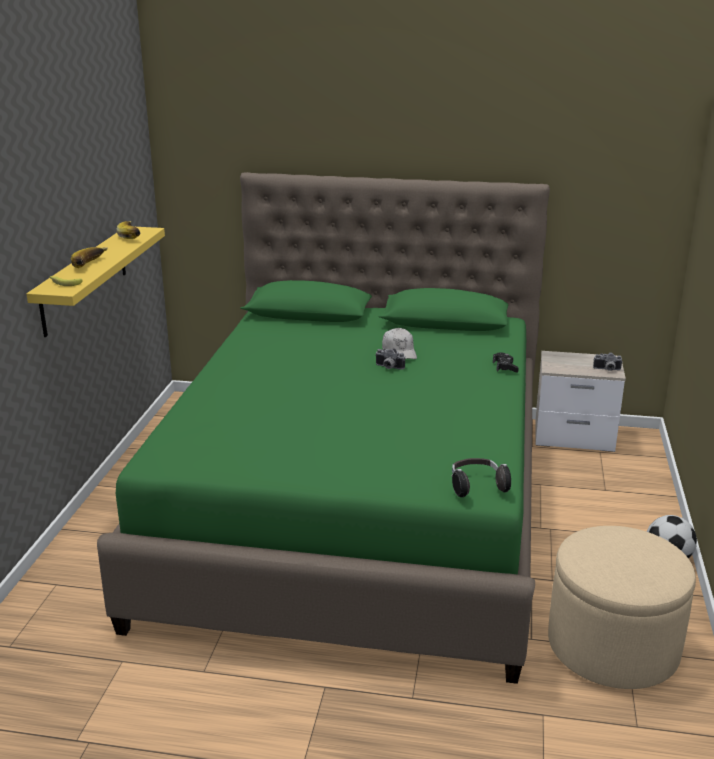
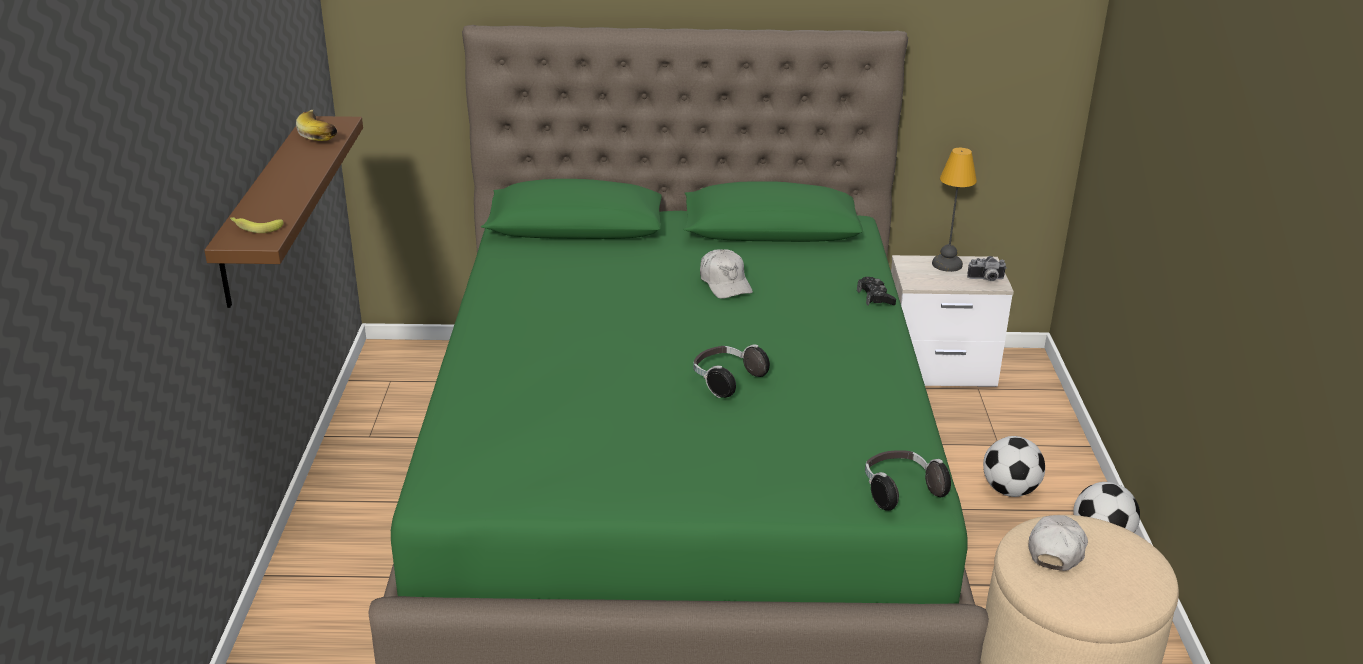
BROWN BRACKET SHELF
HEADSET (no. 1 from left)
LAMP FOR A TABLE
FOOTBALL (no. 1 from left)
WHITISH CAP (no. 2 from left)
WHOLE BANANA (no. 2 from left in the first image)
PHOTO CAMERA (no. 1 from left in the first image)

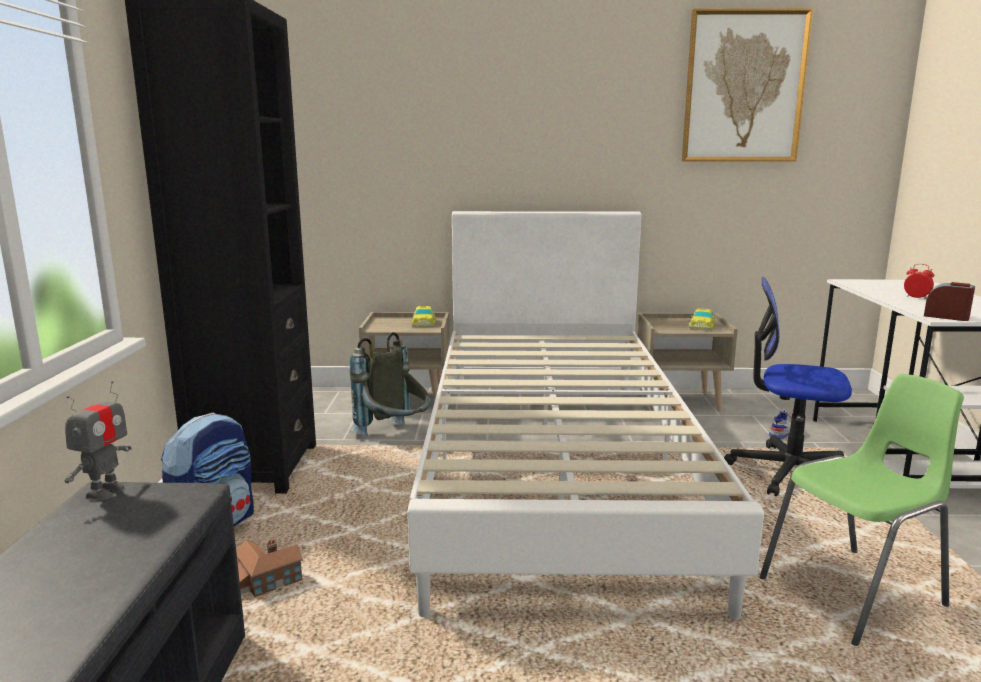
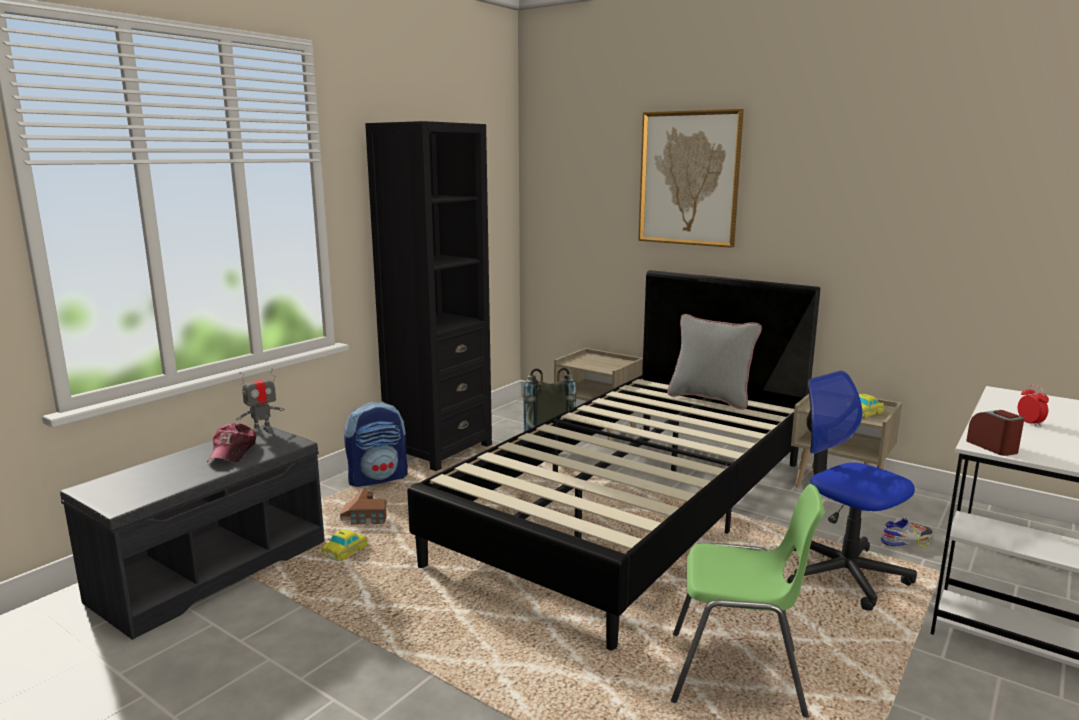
CAP
MINIATURE CAR (no. 1 from left)
BLACK-COLOURED BEDROOM BED
WALL ART
GREY THROW PILLOW

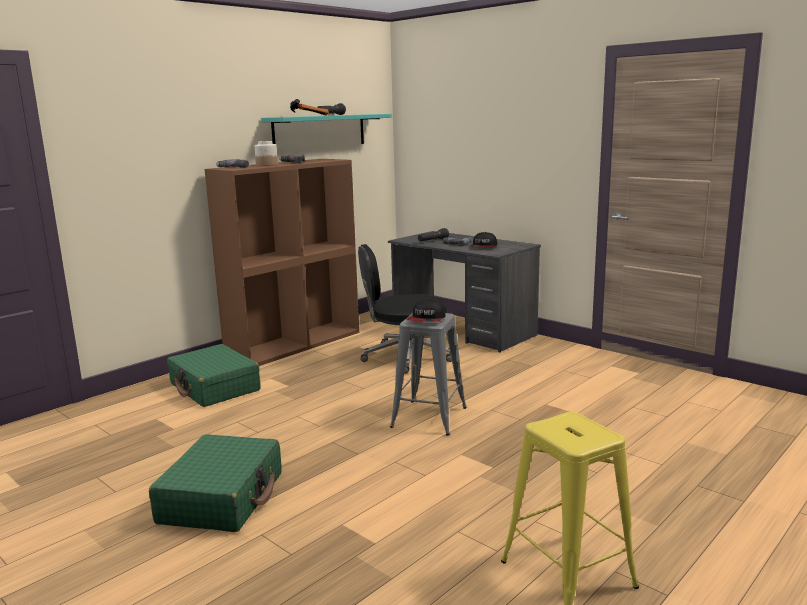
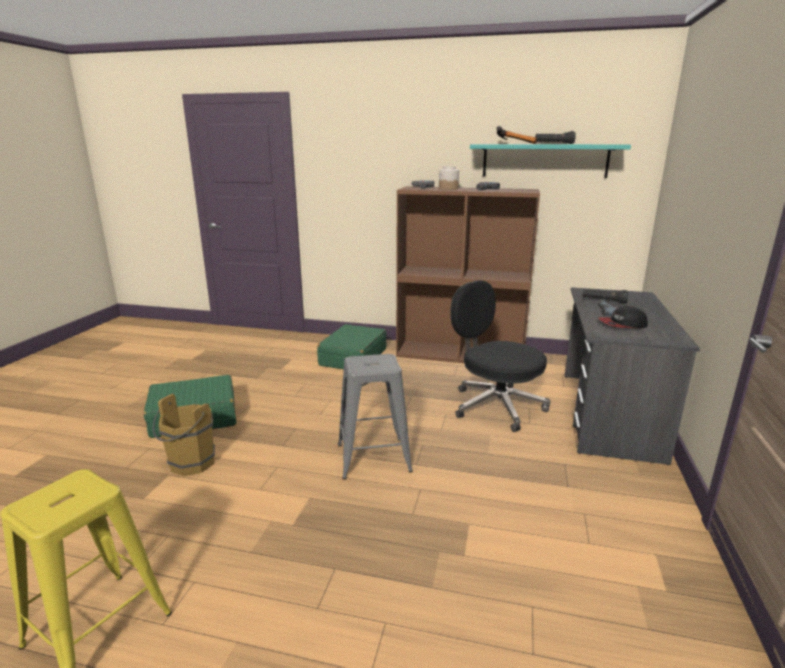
BROWN WATER BUCKET
CAP (no. 1 from left in the first image)

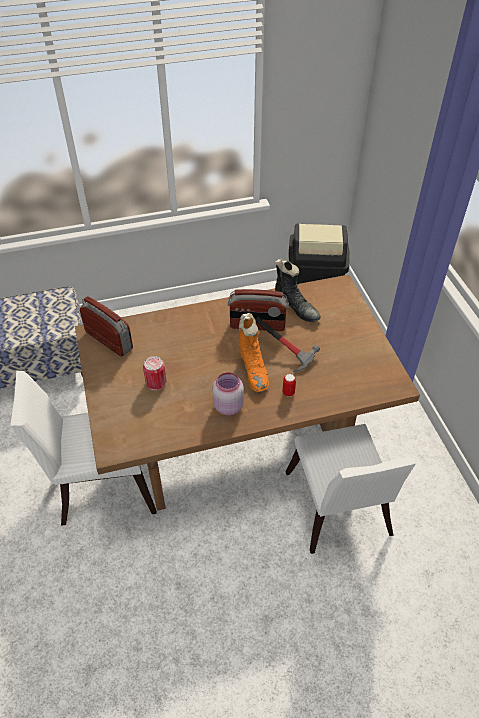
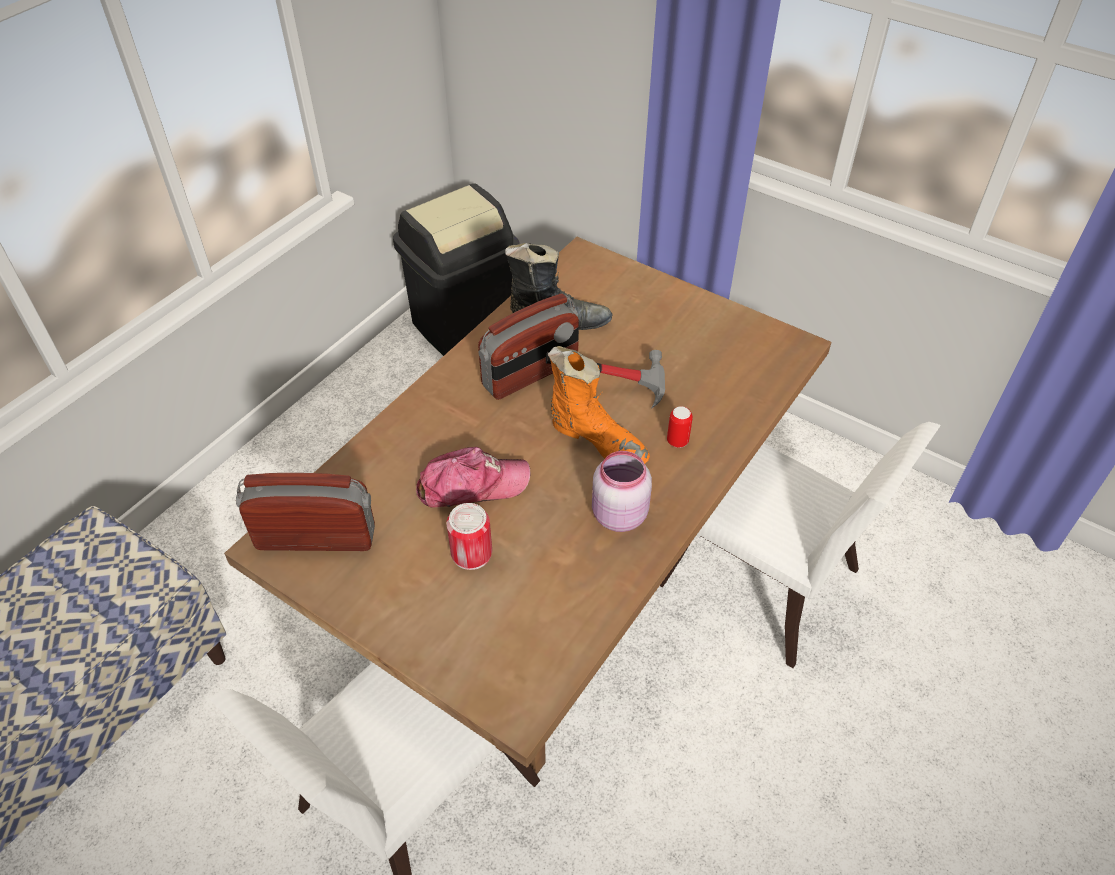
CAP

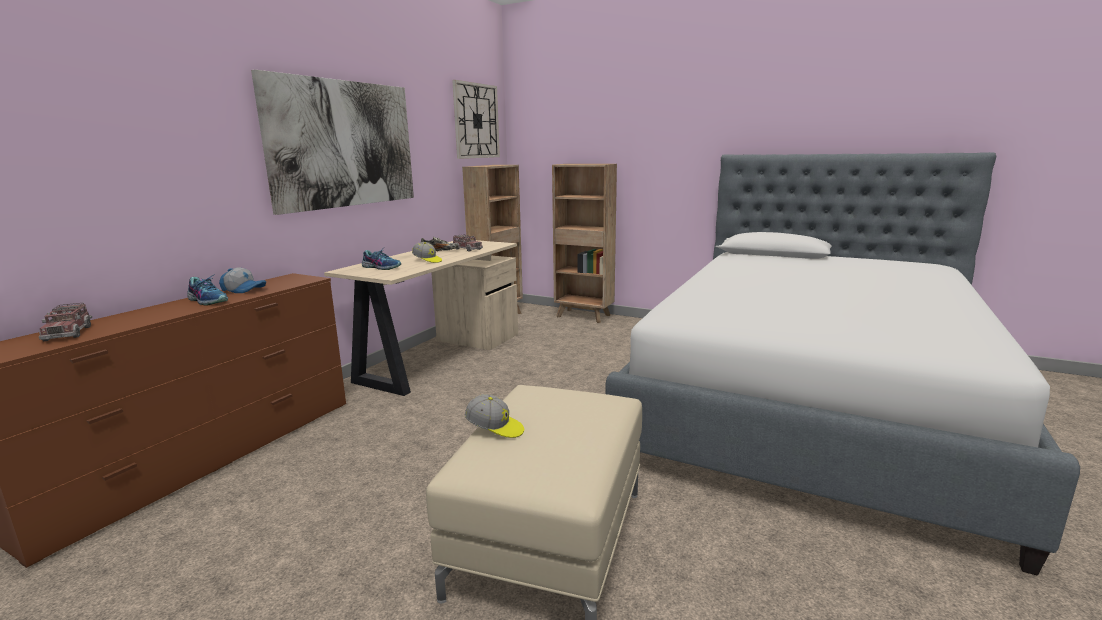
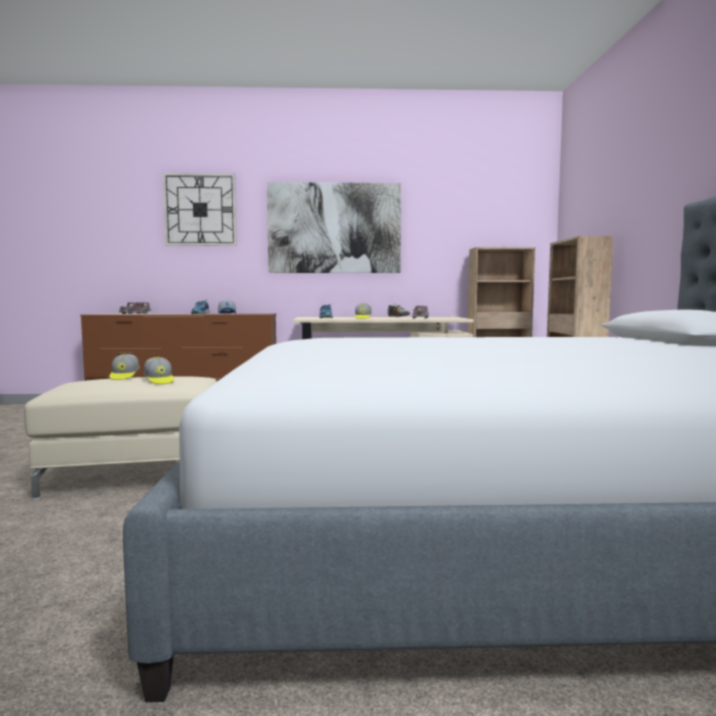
CAP (no. 2 from left)
WALL CLOCK

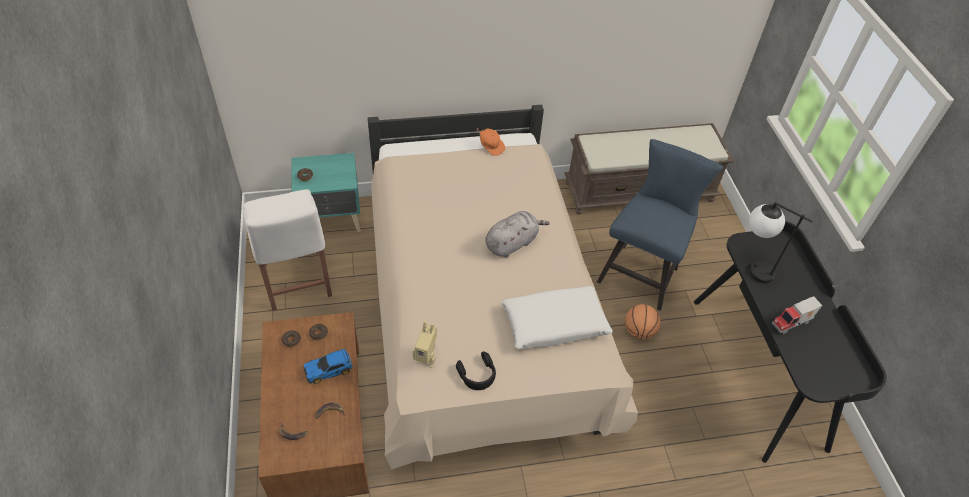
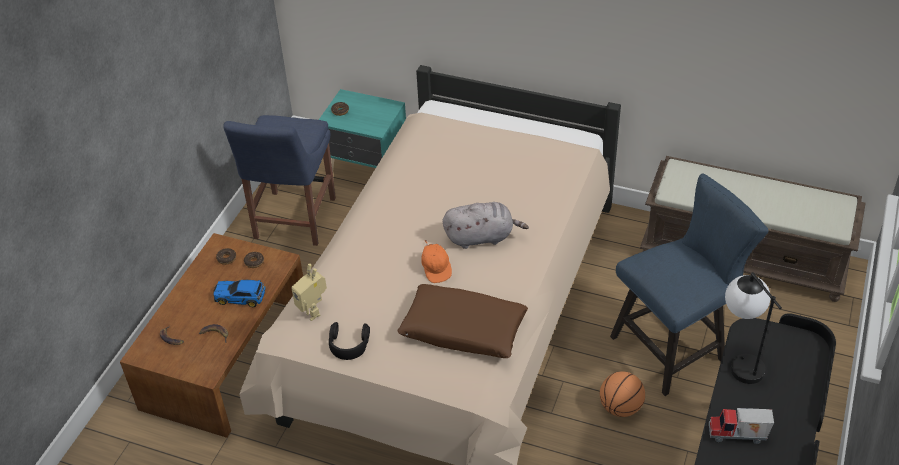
BLUE-COLOURED UPRIGHT CHAIR (no. 1 from left)
BROWN THROW PILLOW
ORANGE-COLOURED CAP

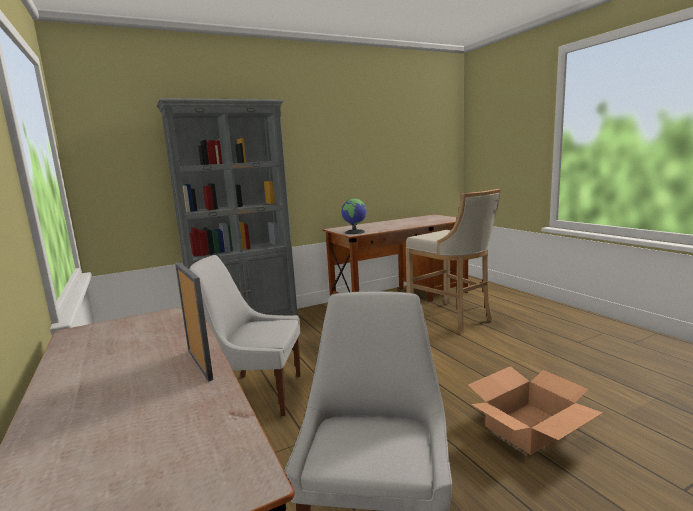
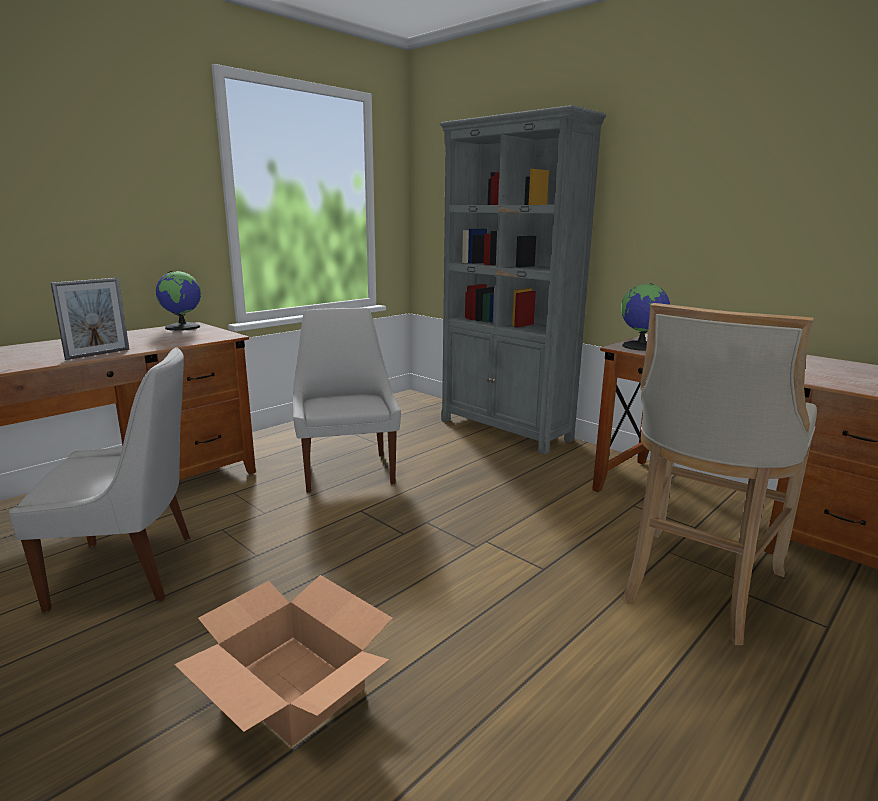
WORLD GLOBE (no. 1 from left)

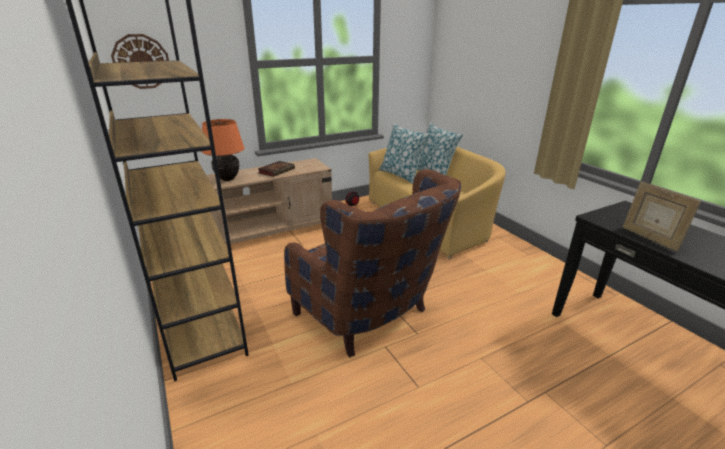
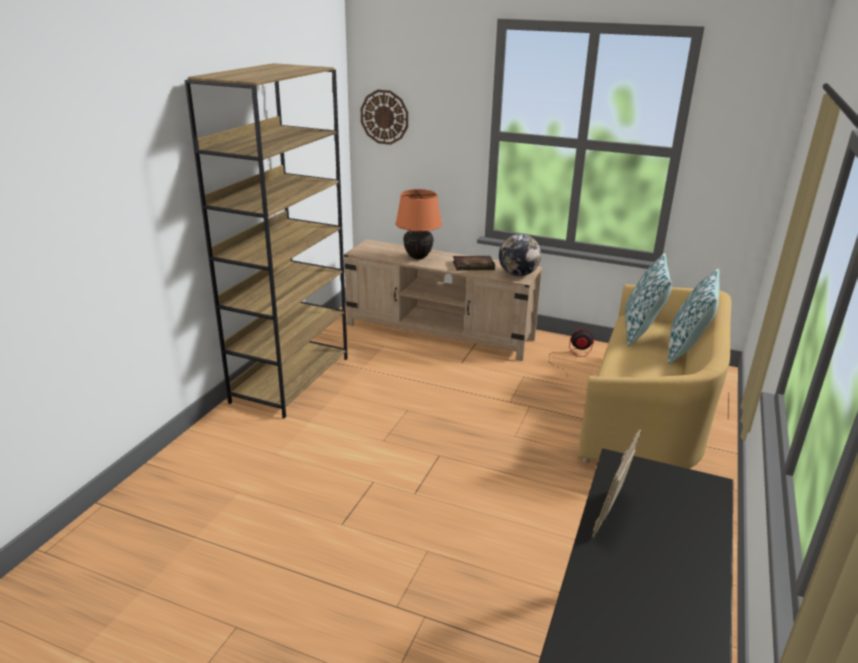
WORLD GLOBE
BROWN EASY CHAIR

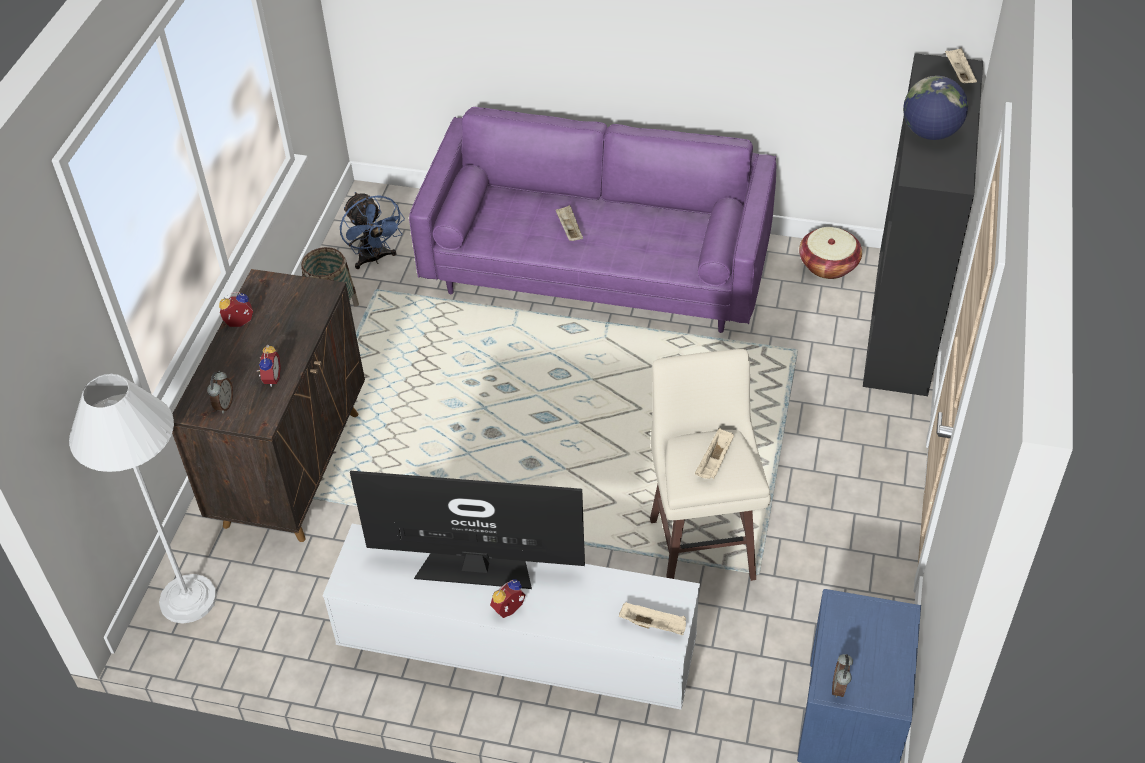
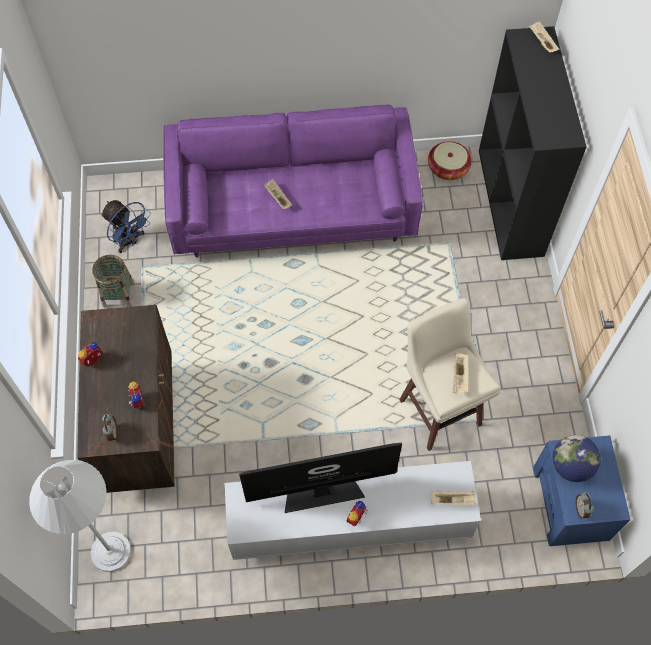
WORLD GLOBE

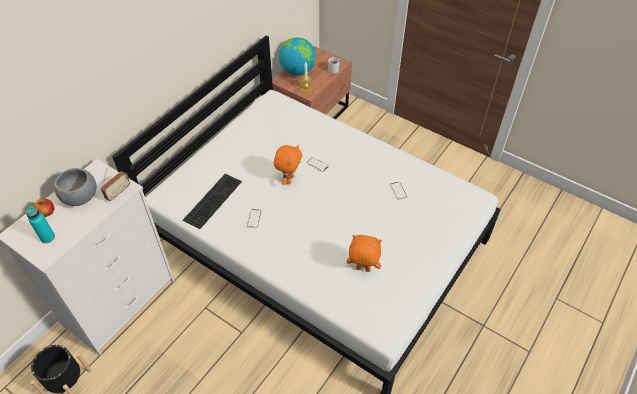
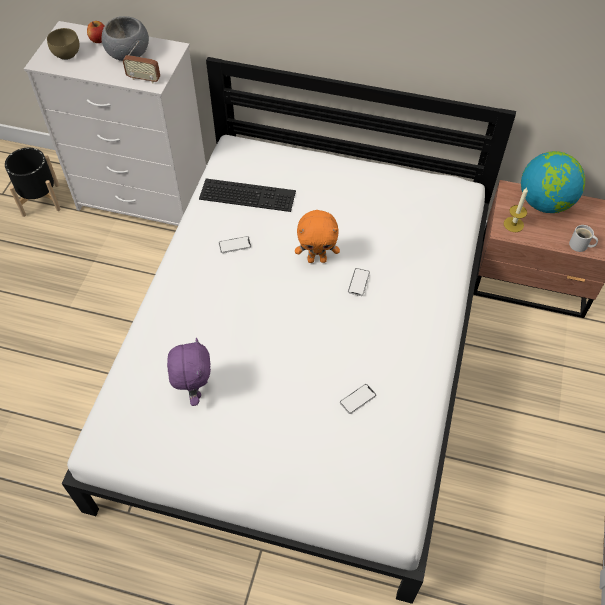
BROWN DEEP DISH
PURPLE-COLOURED SOFT TOY

